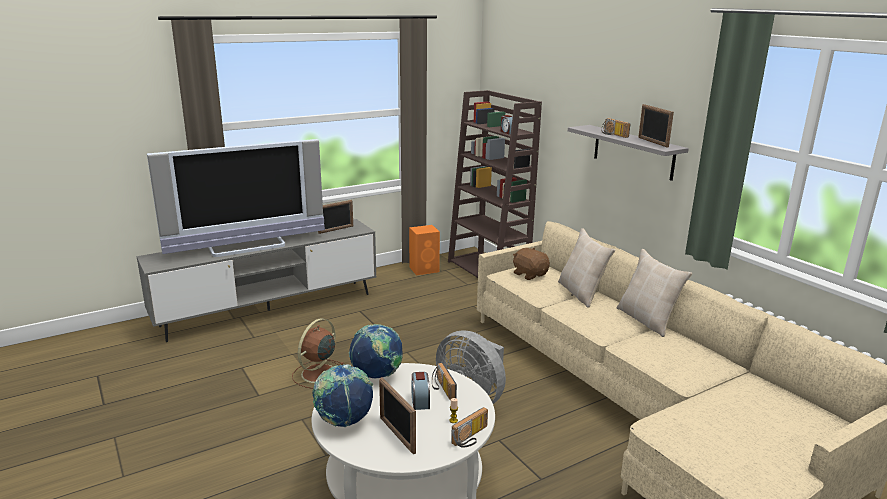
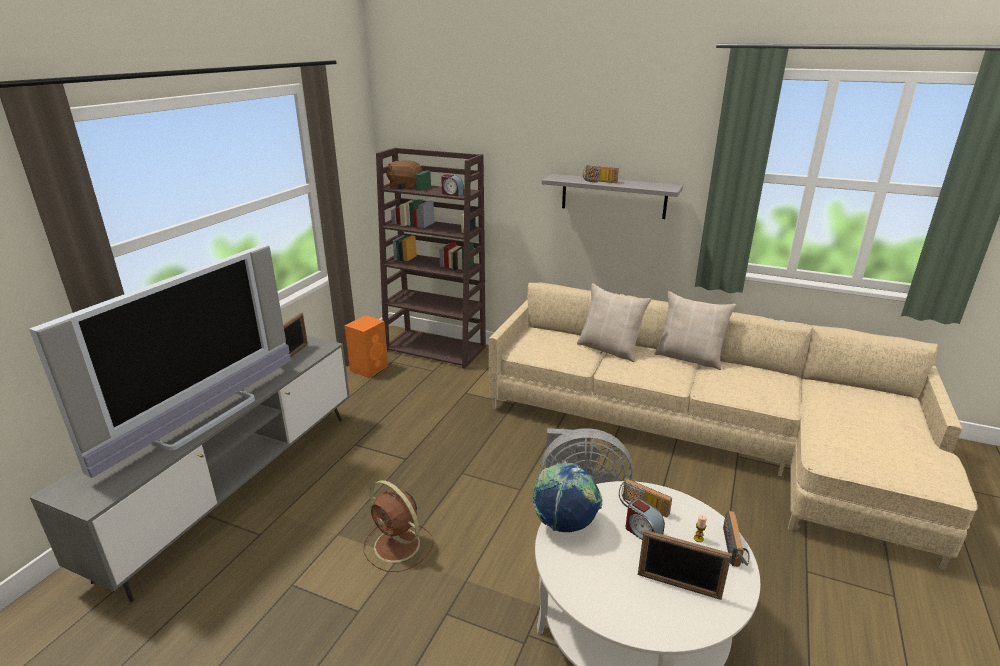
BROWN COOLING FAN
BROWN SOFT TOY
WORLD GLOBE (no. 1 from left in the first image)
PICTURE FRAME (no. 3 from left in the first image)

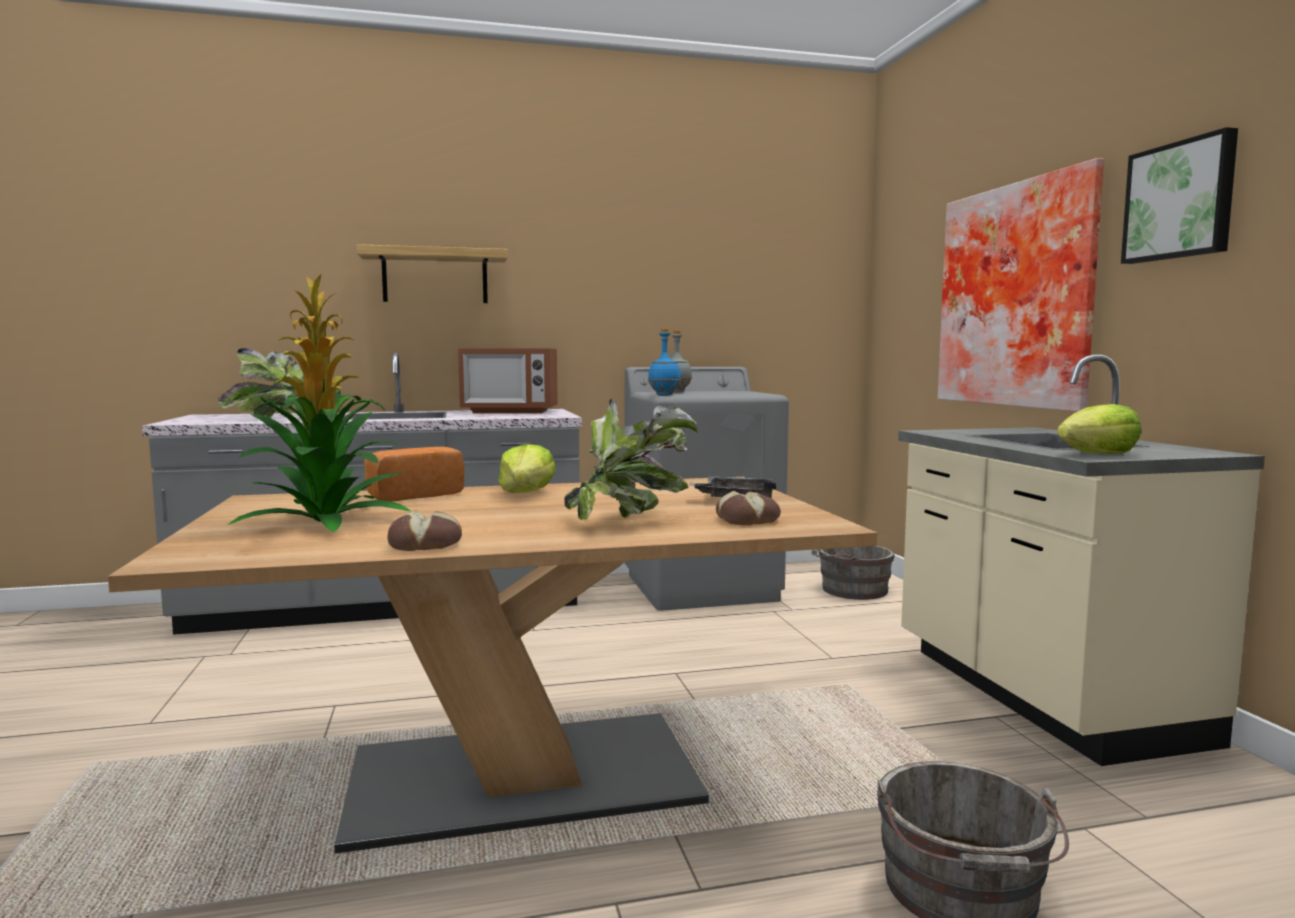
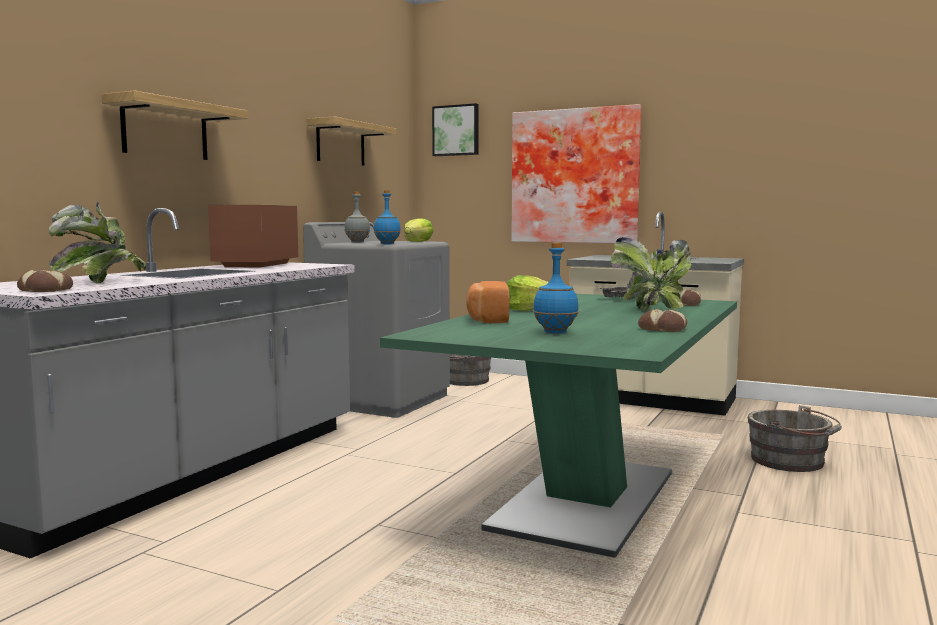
BAKED BREAD (no. 1 from left)
KITCHEN MICROWAVE
BRACKET SHELF (no. 2 from left)
GREEN-COLOURED DINNER TABLE
LETTUCE (no. 1 from left)
WALL ART (no. 1 from left)
BLUE-COLOURED BOTTLE (no. 2 from left)

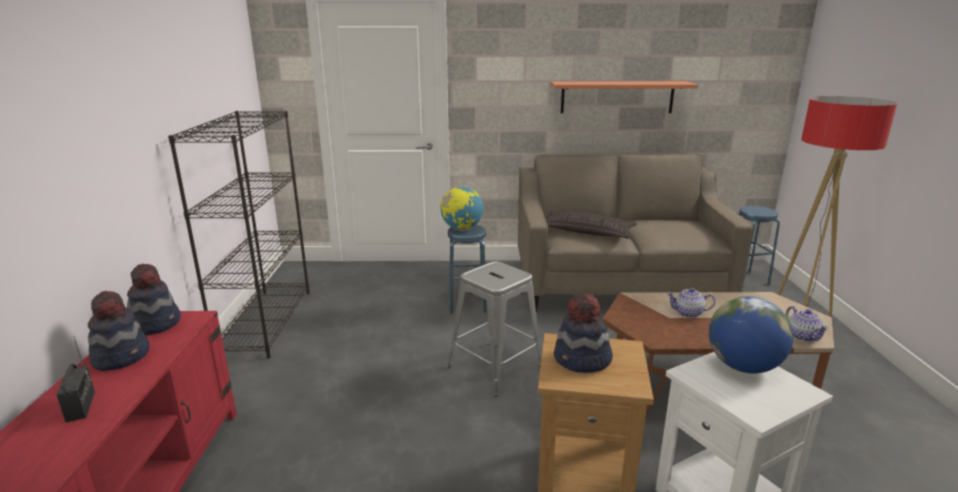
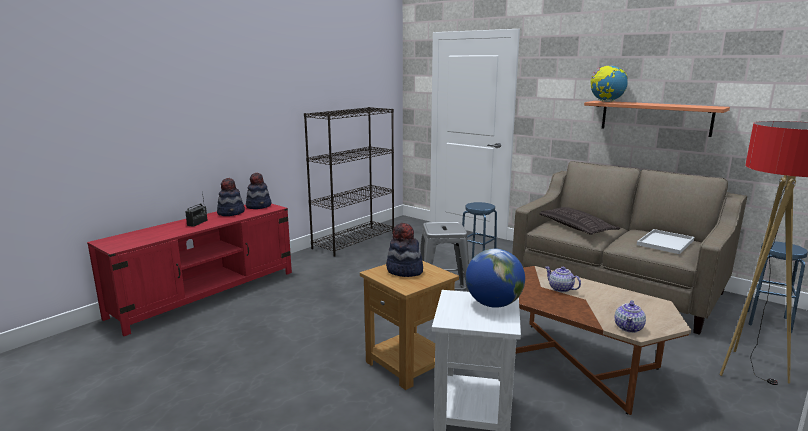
WORLD GLOBE (no. 2 from left)
WHITISH CARRYING TRAY

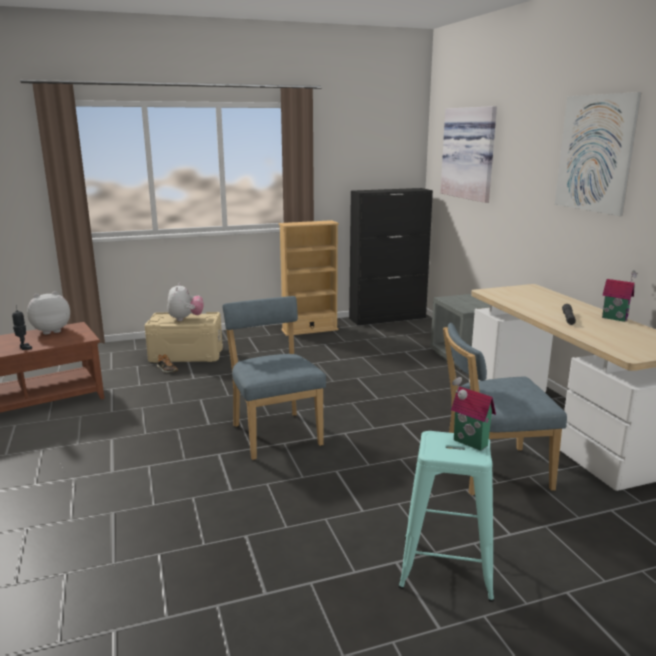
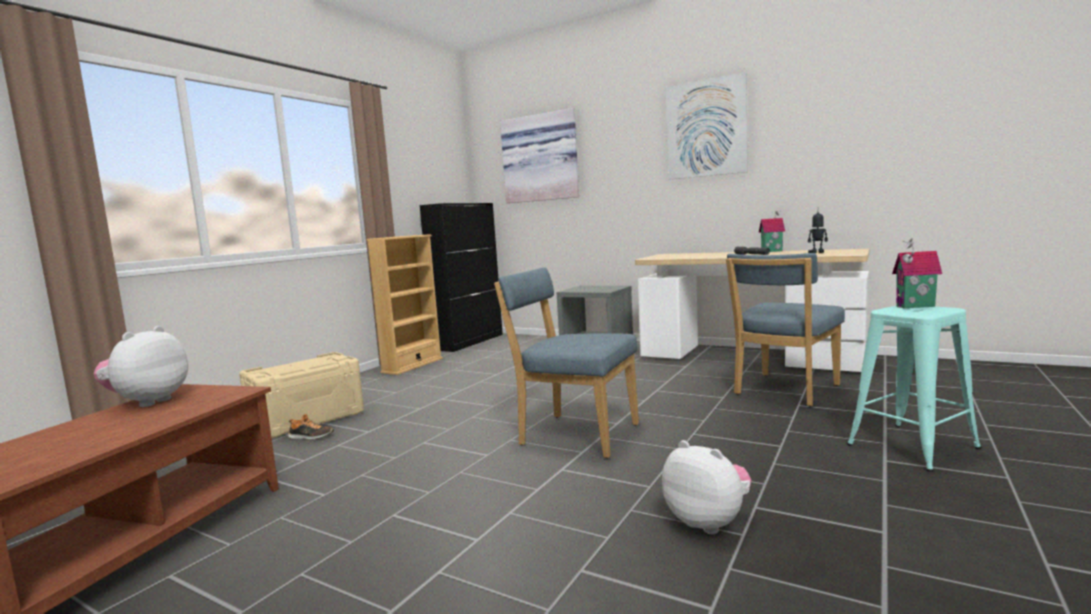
SOFT TOY (no. 2 from left)
TOY ROBOT

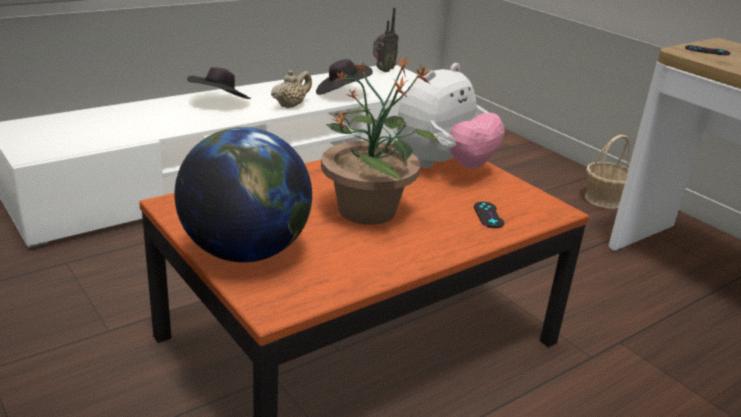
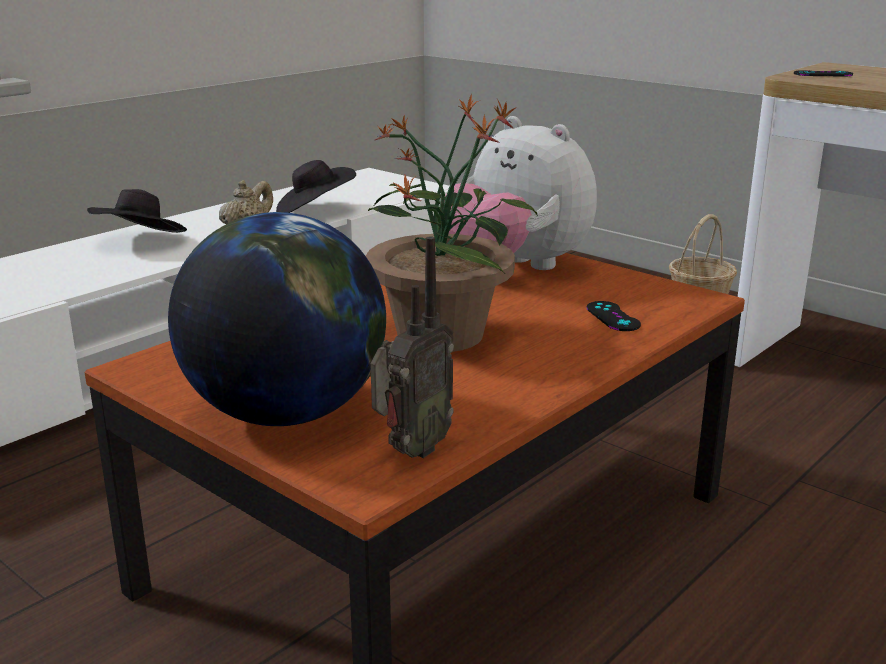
RADIO RECEIVER
SOFT TOY

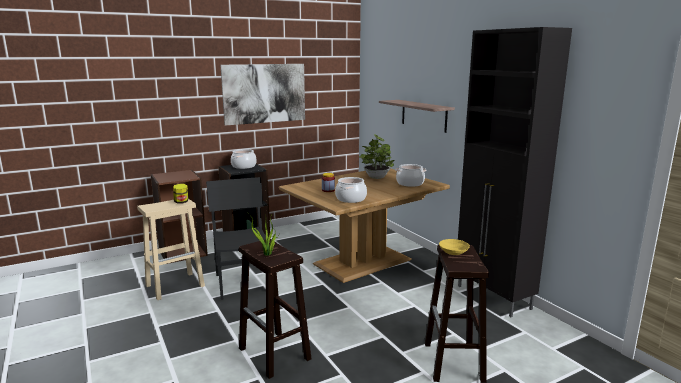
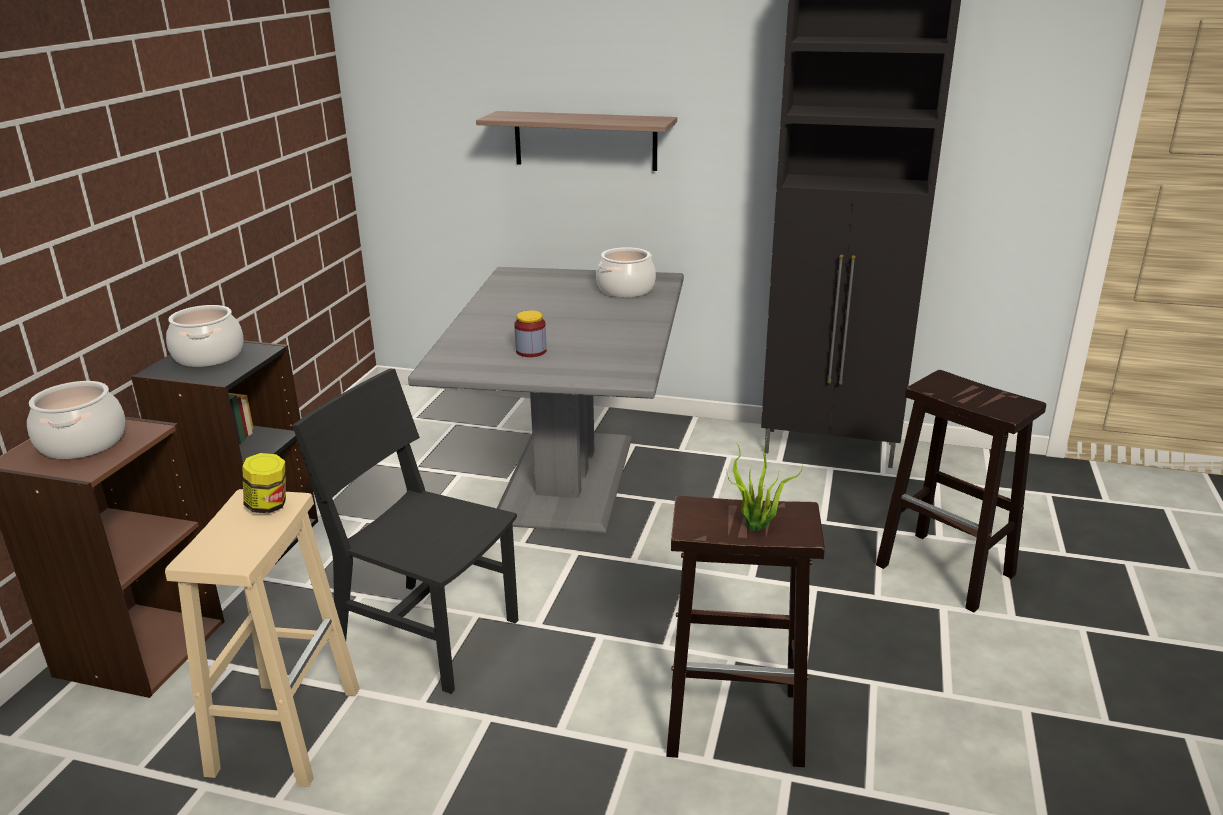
COOKING POT (no. 1 from left)
GREY DINNER TABLE
WALL ART
HOUSEPLANT (no. 2 from left in the first image)
YELLOW DEEP DISH

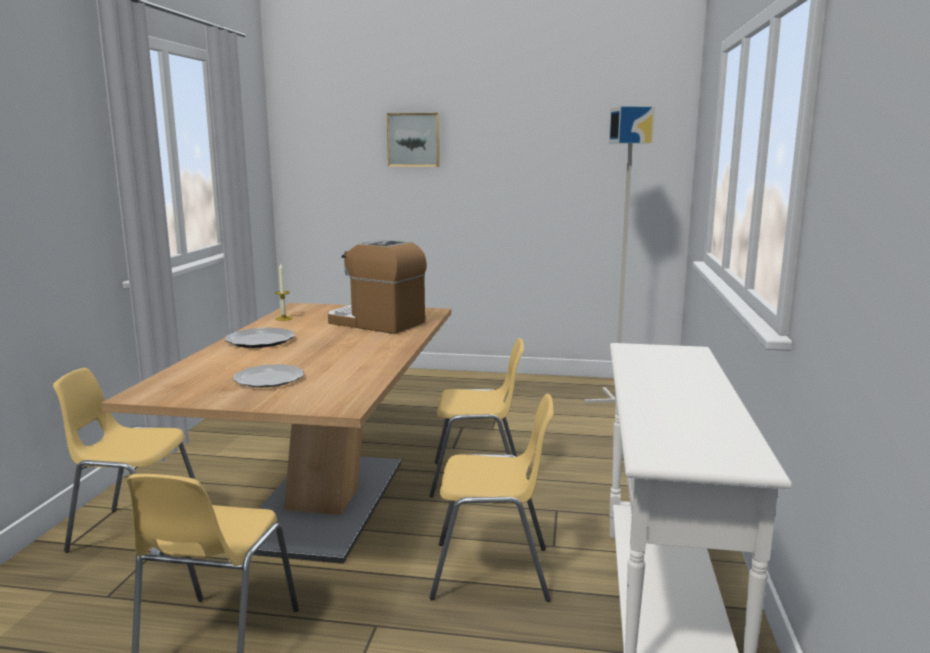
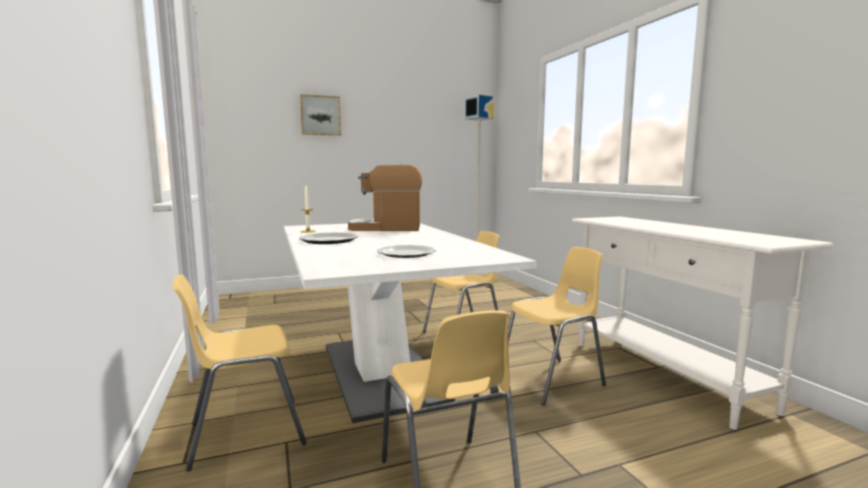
WHITISH DINNER TABLE

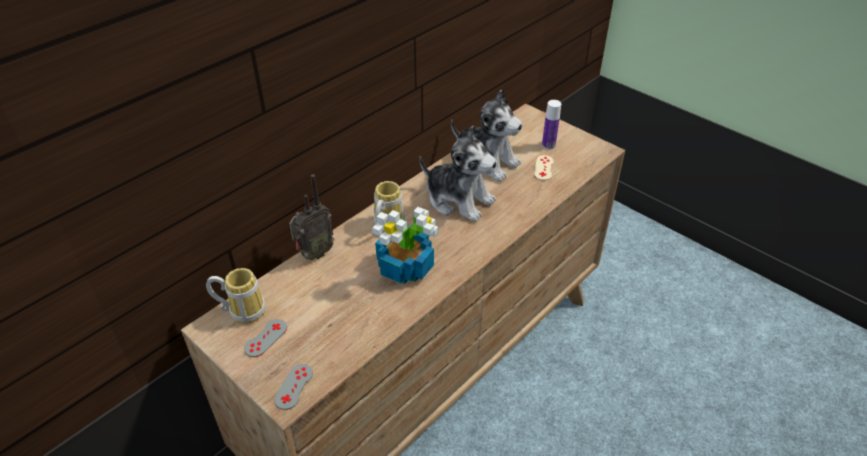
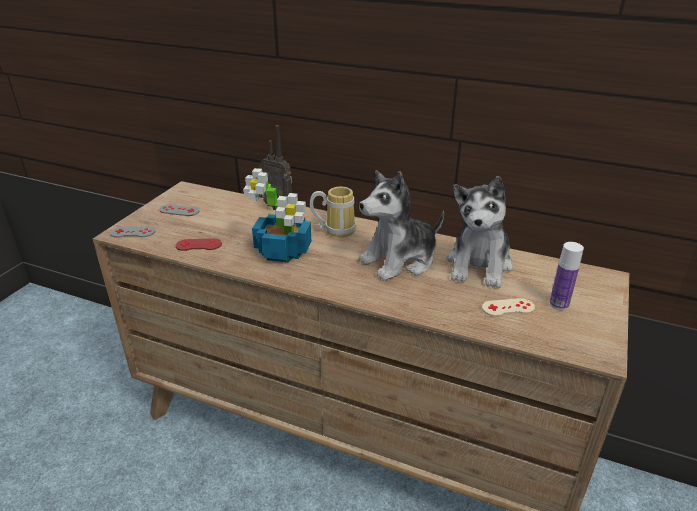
RED-COLOURED JOYPAD
SOFT TOY (no. 1 from left)
TEA MUG (no. 1 from left in the first image)

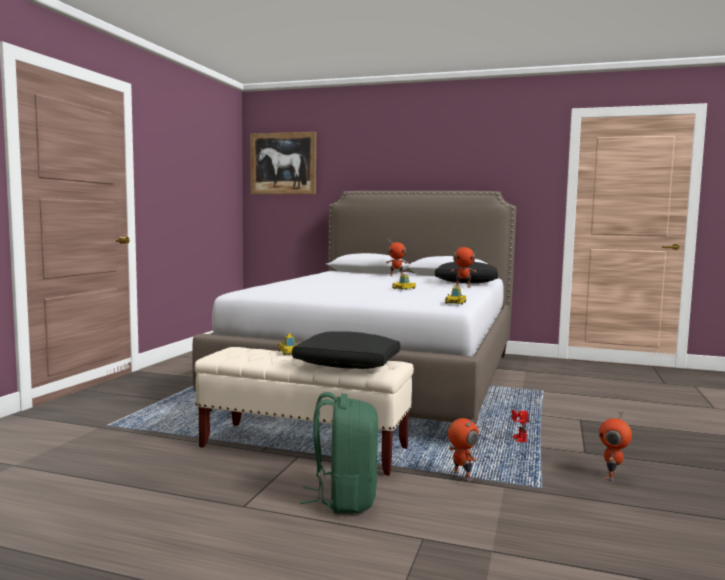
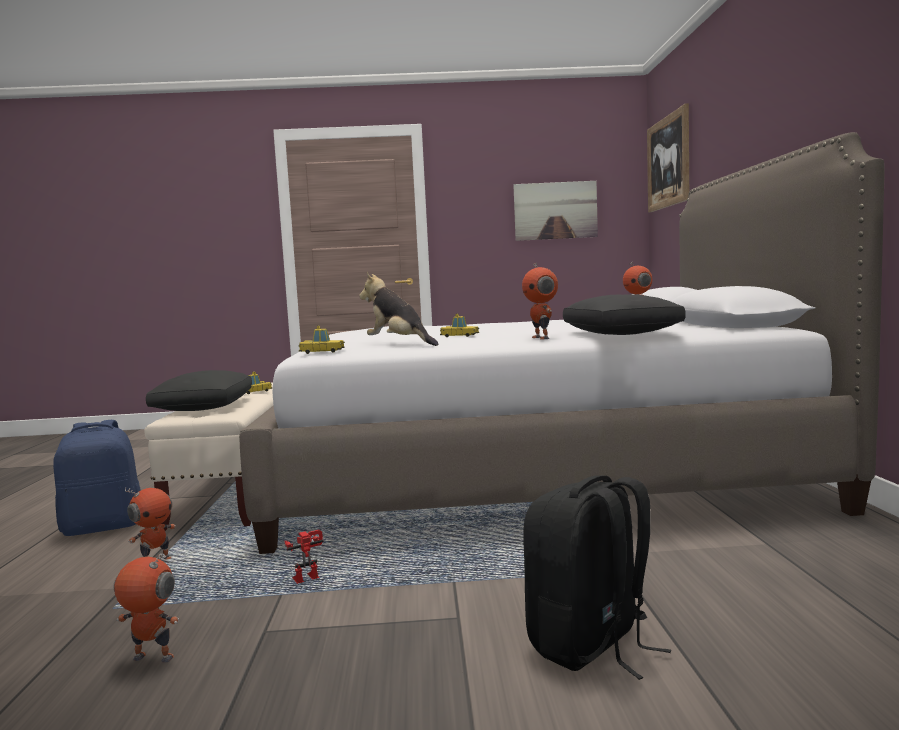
BLUE-COLOURED KNAPSACK
SOFT TOY
WALL ART (no. 1 from left)
BLACK-COLOURED KNAPSACK

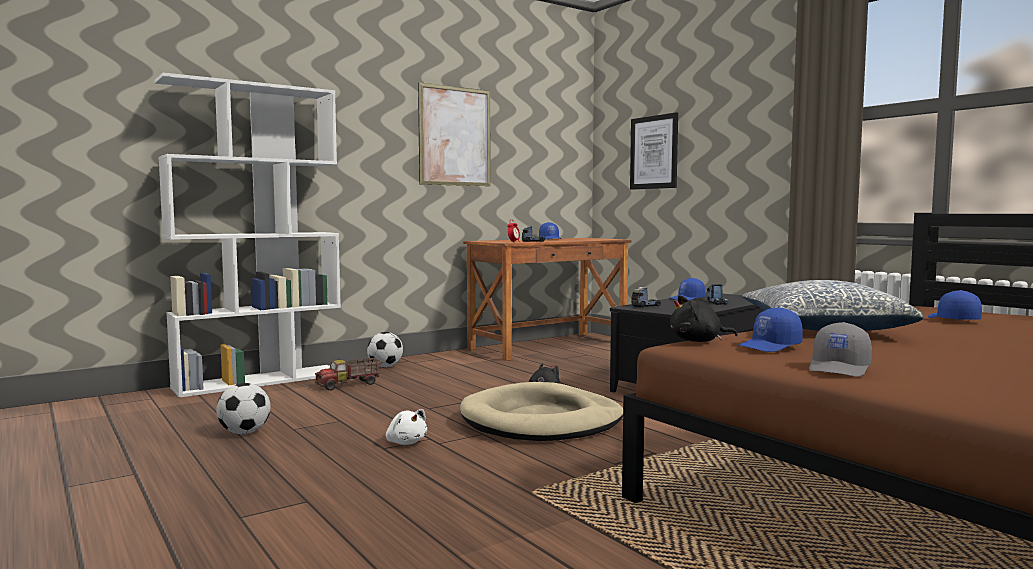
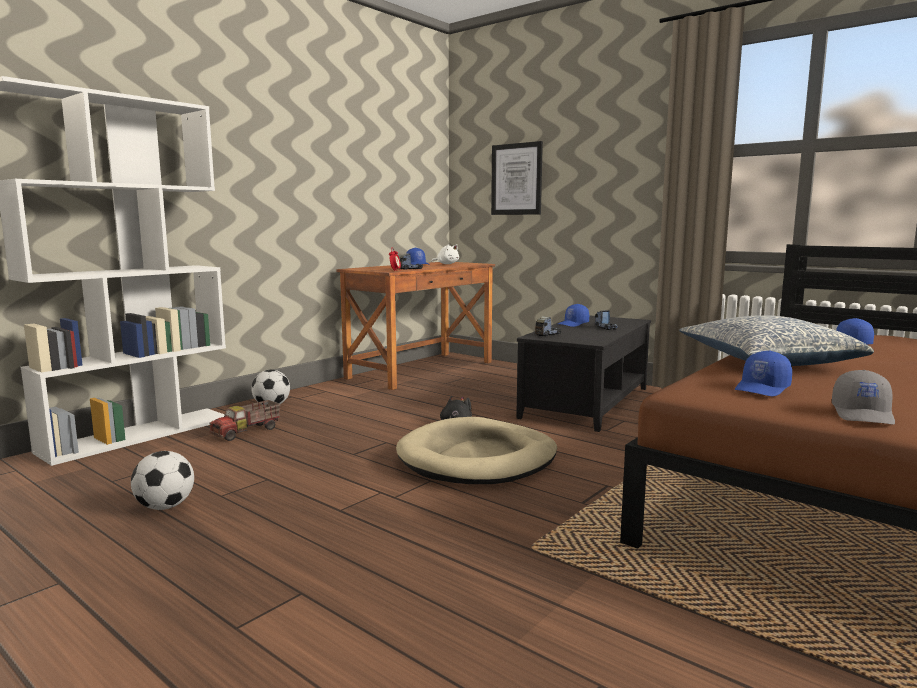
WHITISH SOFT TOY
WALL ART (no. 1 from left in the first image)
BLACK-COLOURED SOFT TOY (no. 2 from left in the first image)

